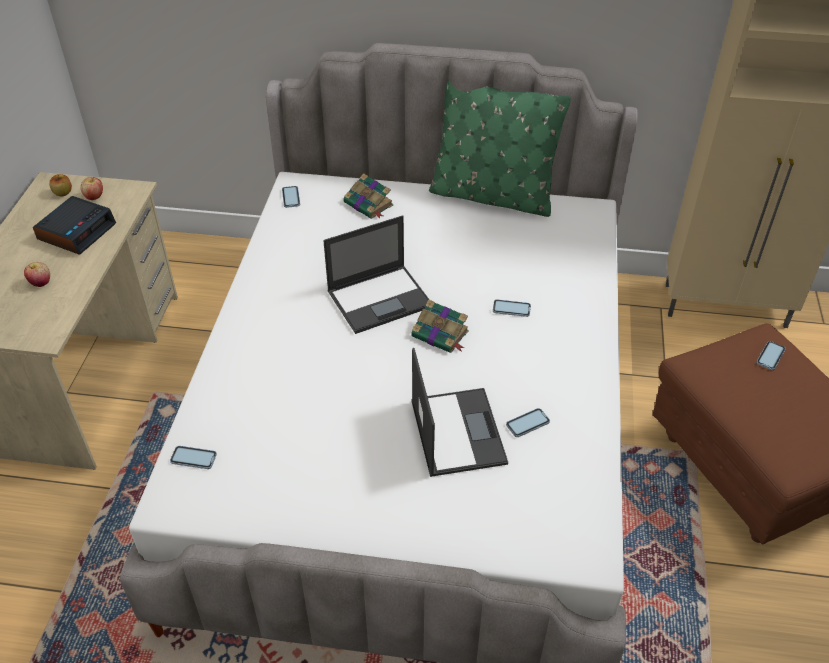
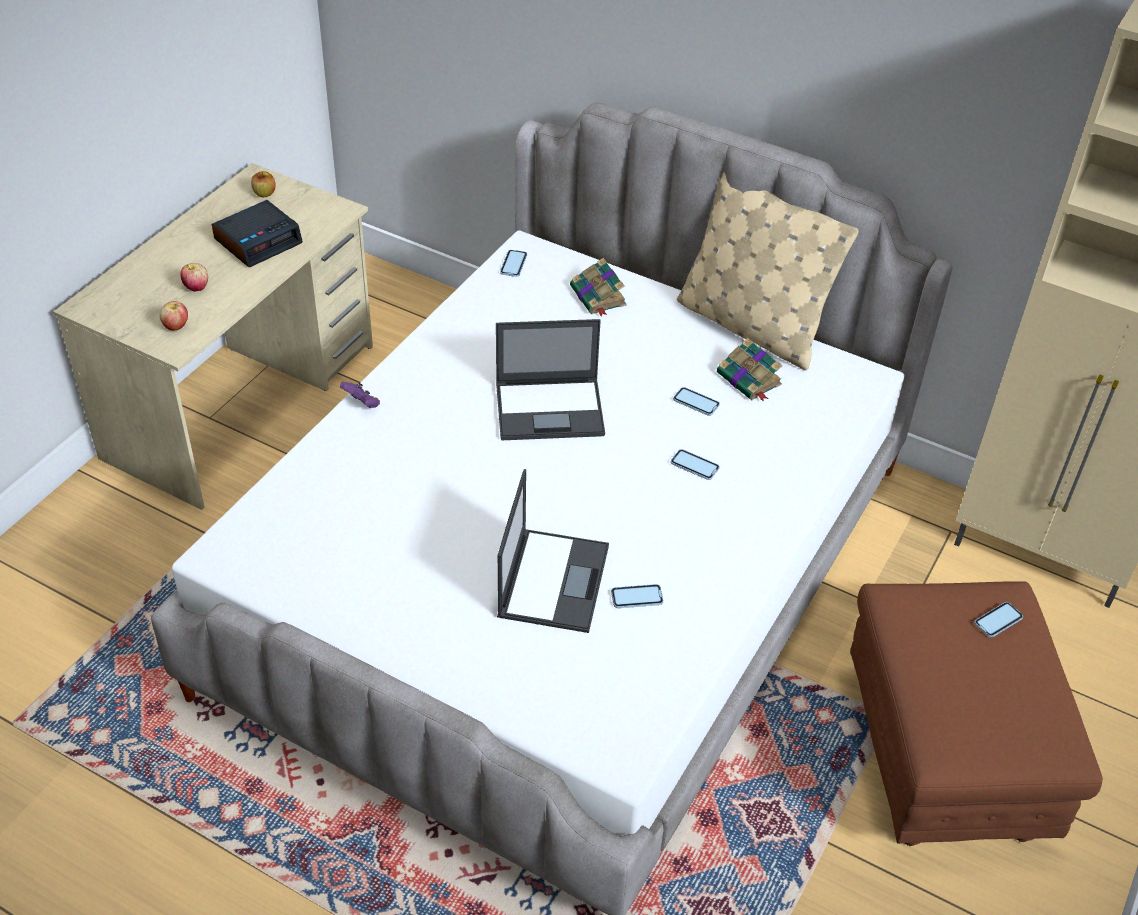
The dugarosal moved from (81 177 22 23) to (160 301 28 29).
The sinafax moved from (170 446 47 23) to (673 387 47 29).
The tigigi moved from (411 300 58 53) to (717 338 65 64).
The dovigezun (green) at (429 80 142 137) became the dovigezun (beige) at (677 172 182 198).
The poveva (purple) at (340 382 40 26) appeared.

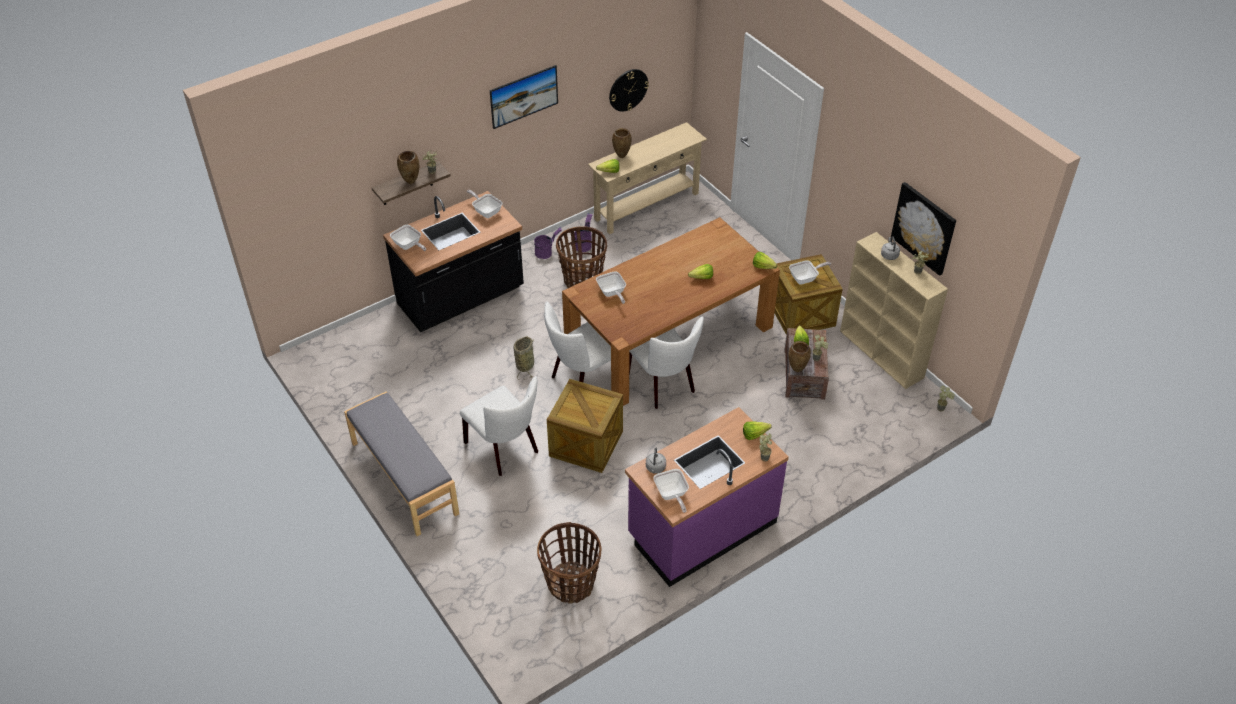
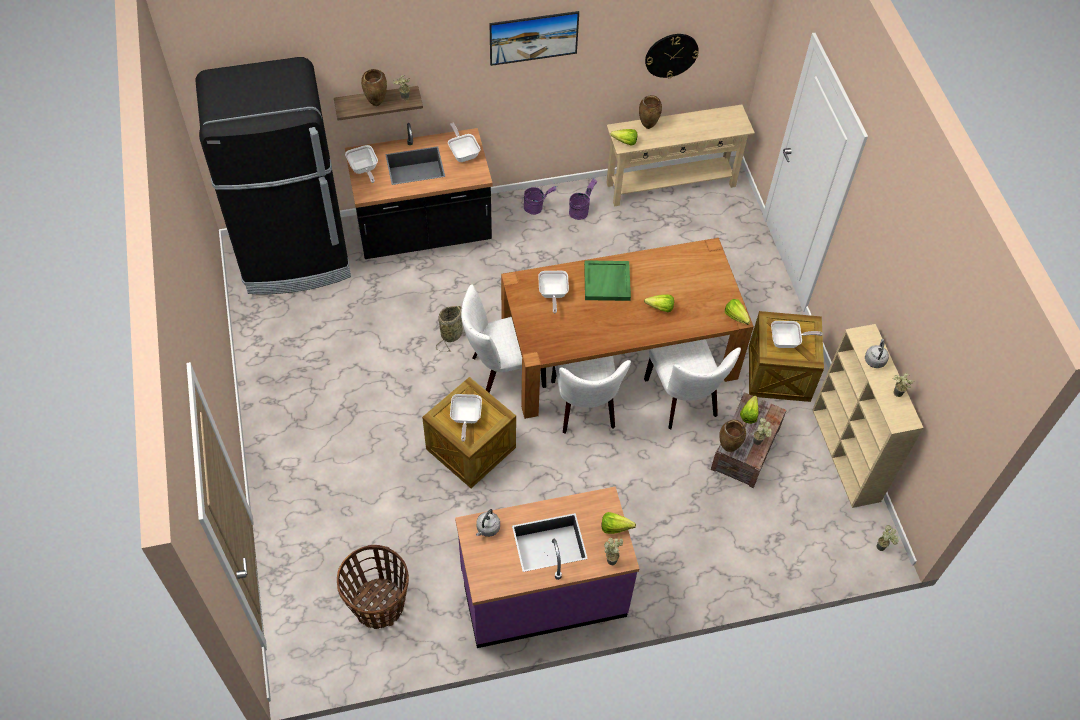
The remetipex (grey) at (344 391 115 145) disappeared.
The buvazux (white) moved from (460 376 78 100) to (644 339 97 90).
The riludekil at (556 226 51 62) disappeared.
The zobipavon moved from (653 469 36 44) to (450 394 32 48).
The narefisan at (891 182 65 94) disappeared.
The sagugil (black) at (195 57 156 238) appeared.
The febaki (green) at (584 260 47 41) appeared.

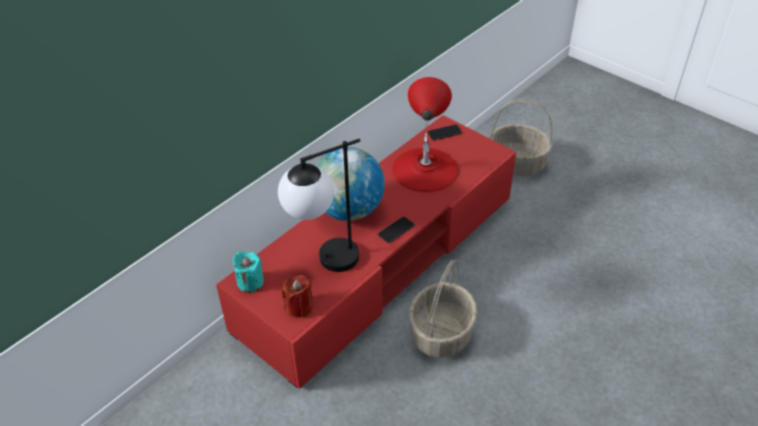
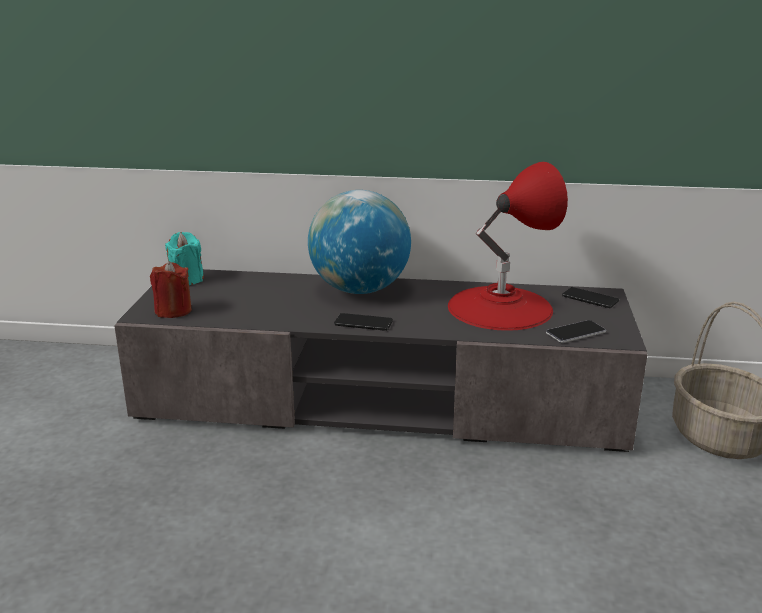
The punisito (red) at (216 115 300 274) became the punisito (grey) at (114 269 533 183).
The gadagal at (278 139 82 133) disappeared.
The riludekil at (409 260 69 98) disappeared.
The sinafax at (546 320 60 23) appeared.

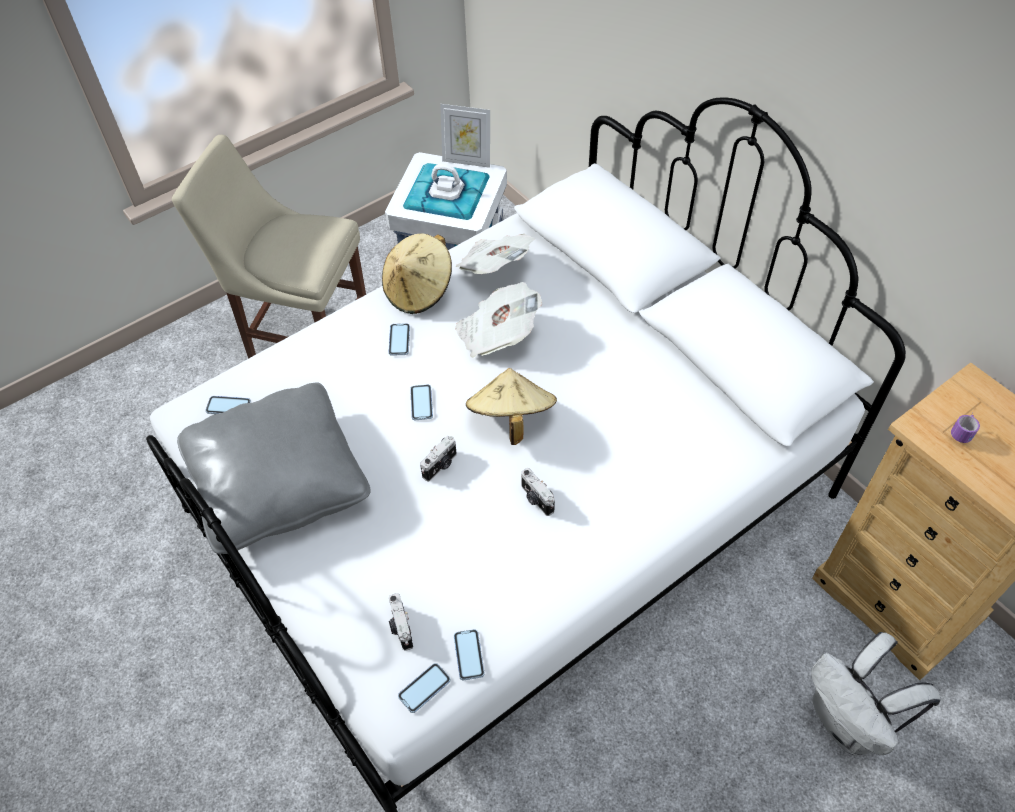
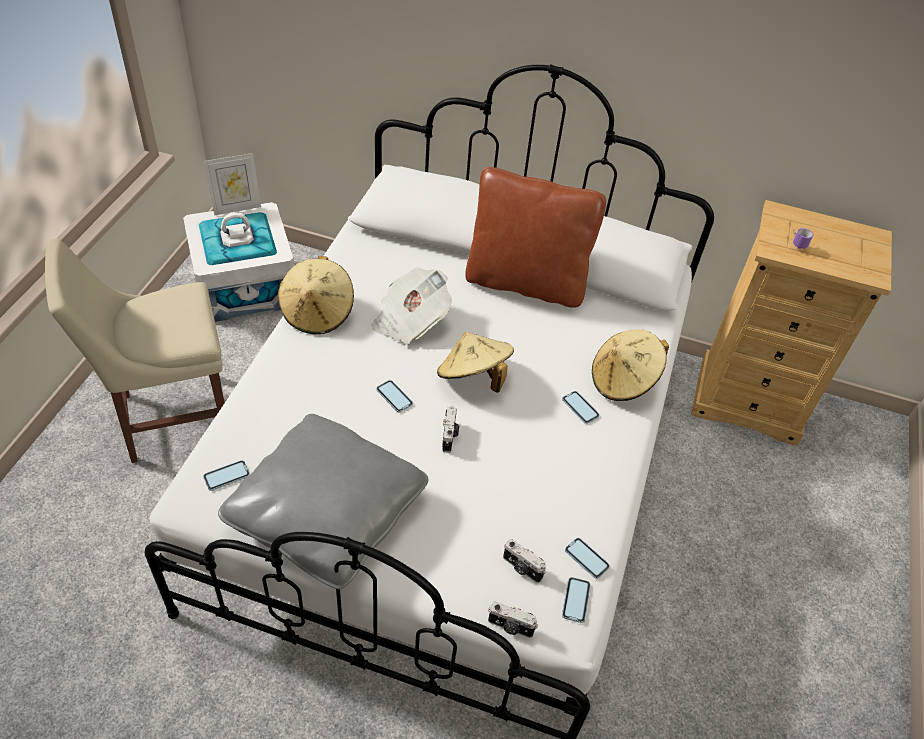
The sinafax moved from (389 323 21 33) to (562 391 37 33).
The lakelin at (455 234 80 40) disappeared.
The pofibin moved from (521 468 34 48) to (488 602 50 36).
The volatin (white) at (811 632 130 124) disappeared.
The dovigezun (brown) at (465 167 141 141) appeared.
The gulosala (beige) at (592 329 77 72) appeared.

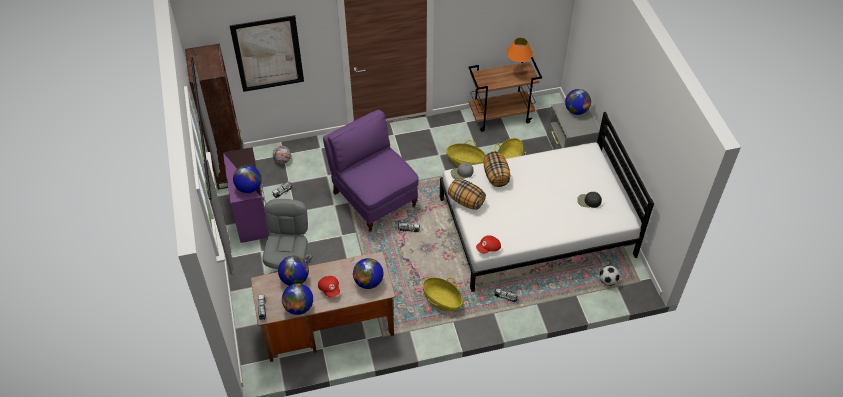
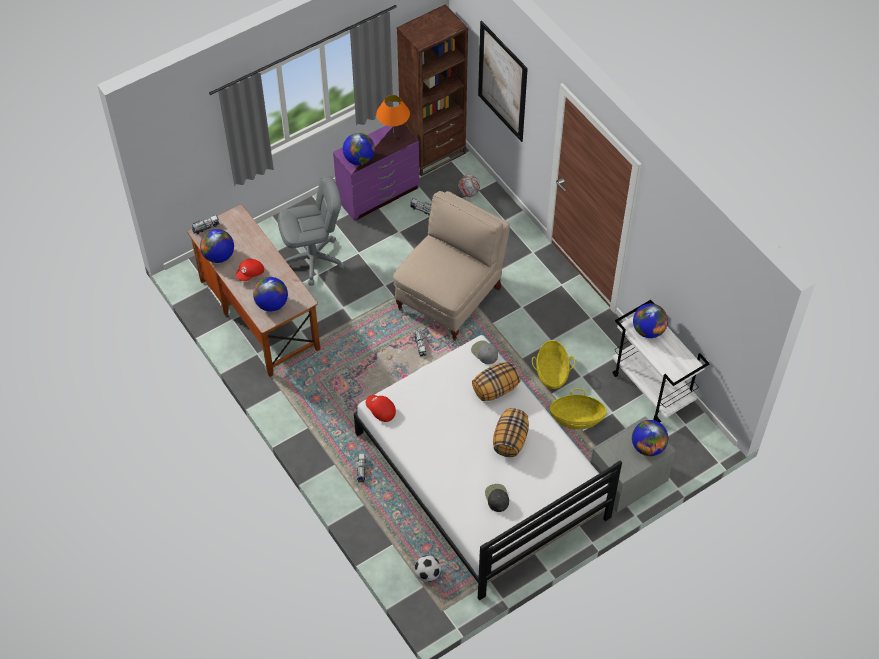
The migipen moved from (278 256 31 30) to (633 303 35 35).
The buvazux (purple) at (323 110 96 122) became the buvazux (beige) at (393 191 117 150).
The riludekil at (423 277 40 35) disappeared.
The dovigezun moved from (448 179 38 31) to (493 408 36 49).
The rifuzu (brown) at (468 57 74 75) became the rifuzu (white) at (612 300 98 123).
The gadagal (orange) moved from (506 38 27 36) to (376 95 34 35).

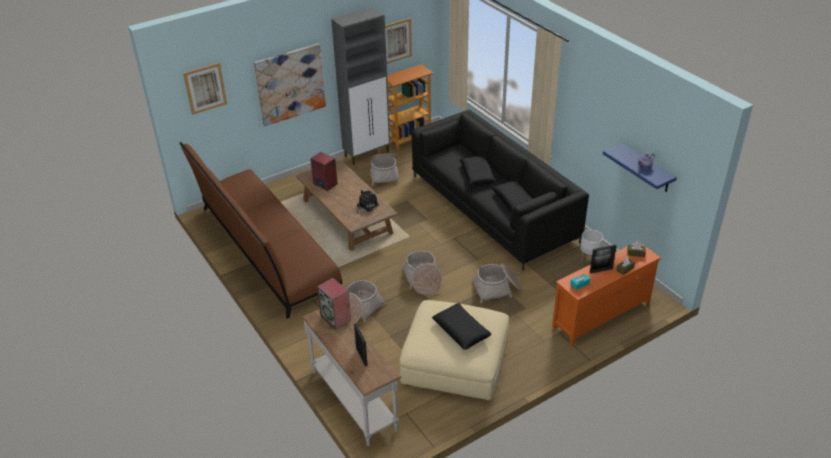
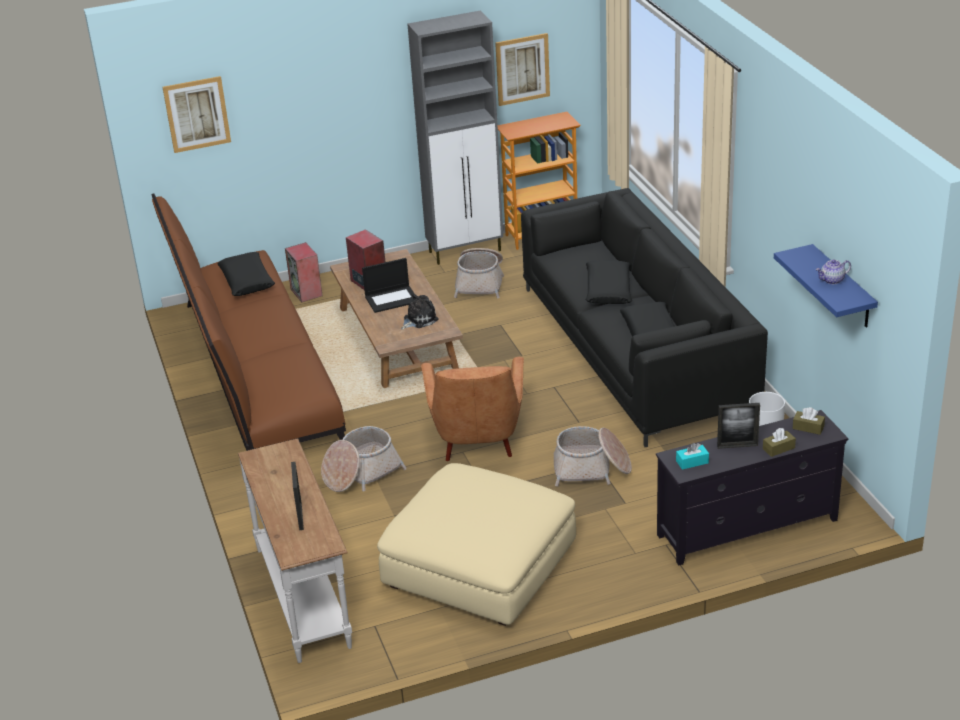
The narefisan at (254 43 72 83) disappeared.
The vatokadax moved from (317 278 34 52) to (285 242 38 60).
The riludekil at (402 251 40 44) was replaced by the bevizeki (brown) at (421 357 103 104).
The dovigezun (black) moved from (432 303 59 47) to (217 252 58 44).
The punisito (orange) at (552 241 109 104) became the punisito (black) at (655 410 194 155).
The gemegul at (362 258 53 55) appeared.

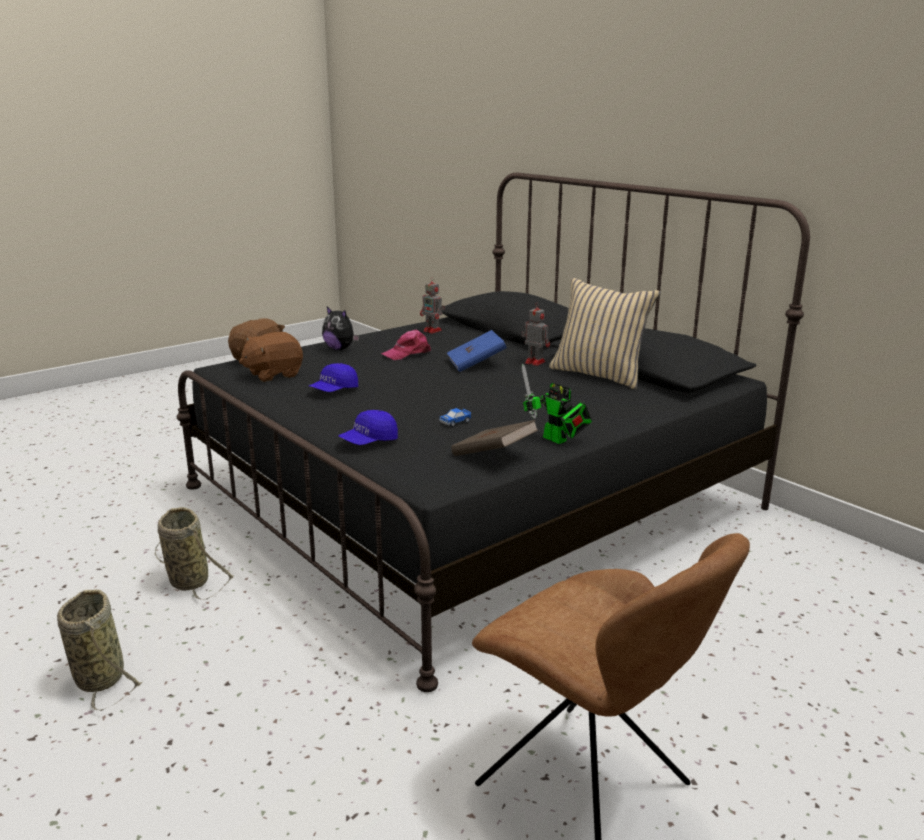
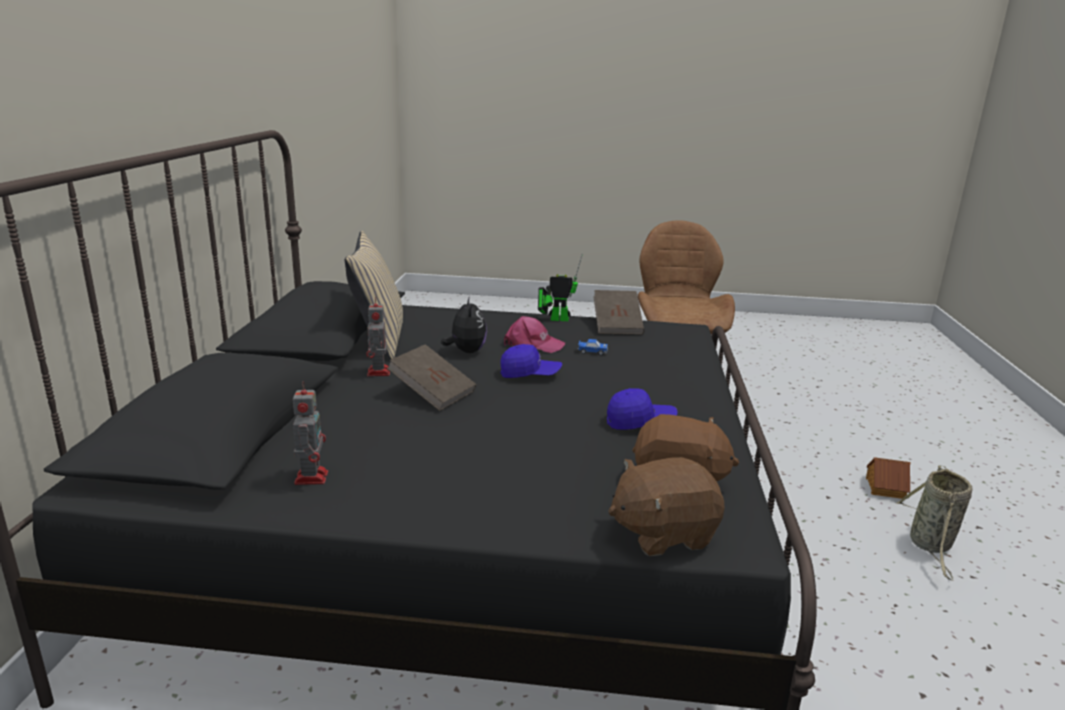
The riludekil at (155 507 78 93) disappeared.
The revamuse moved from (322 307 38 43) to (441 296 46 57).
The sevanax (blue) moved from (338 410 60 35) to (500 344 62 34).
The sevanax (pink) moved from (381 330 50 30) to (504 316 61 37).
The tigigi (blue) at (447 330 60 42) became the tigigi (brown) at (387 344 89 67).
The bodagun at (521 364 71 80) turned 90 degrees counterclockwise.
The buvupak at (866 457 45 42) appeared.

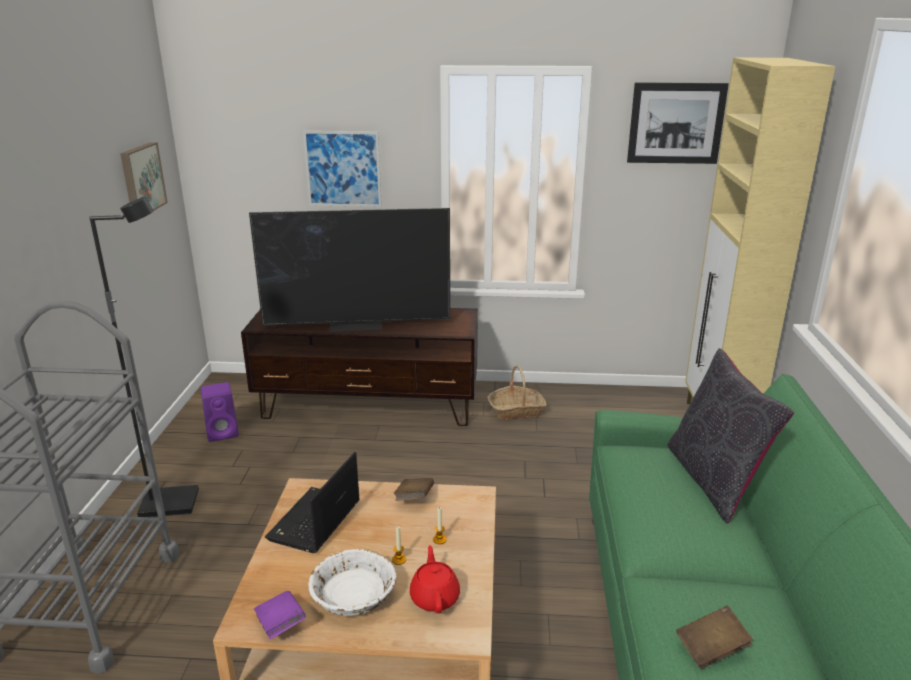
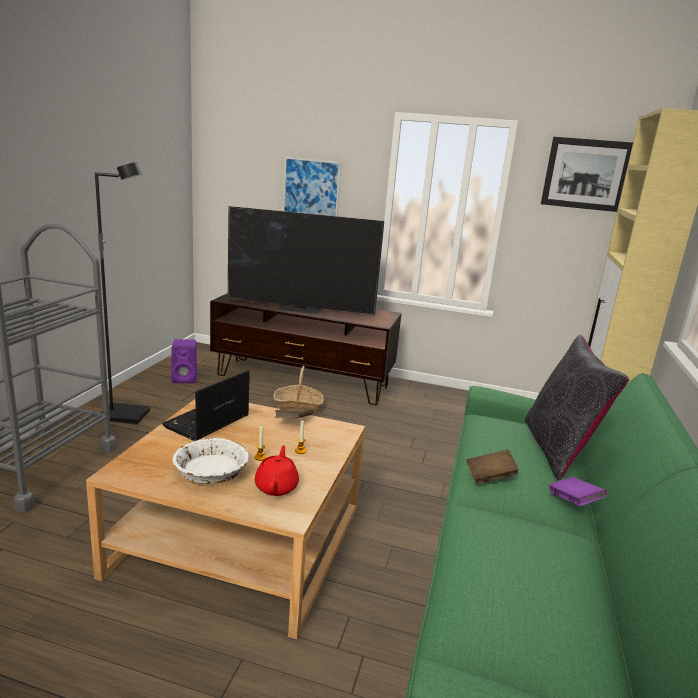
The narefisan at (120 142 47 68) disappeared.
The tigigi (purple) moved from (254 591 52 48) to (548 477 59 29).
The riludekil moved from (487 365 60 55) to (273 366 51 47).
The tigigi (brown) moved from (676 606 77 63) to (467 450 52 34).

